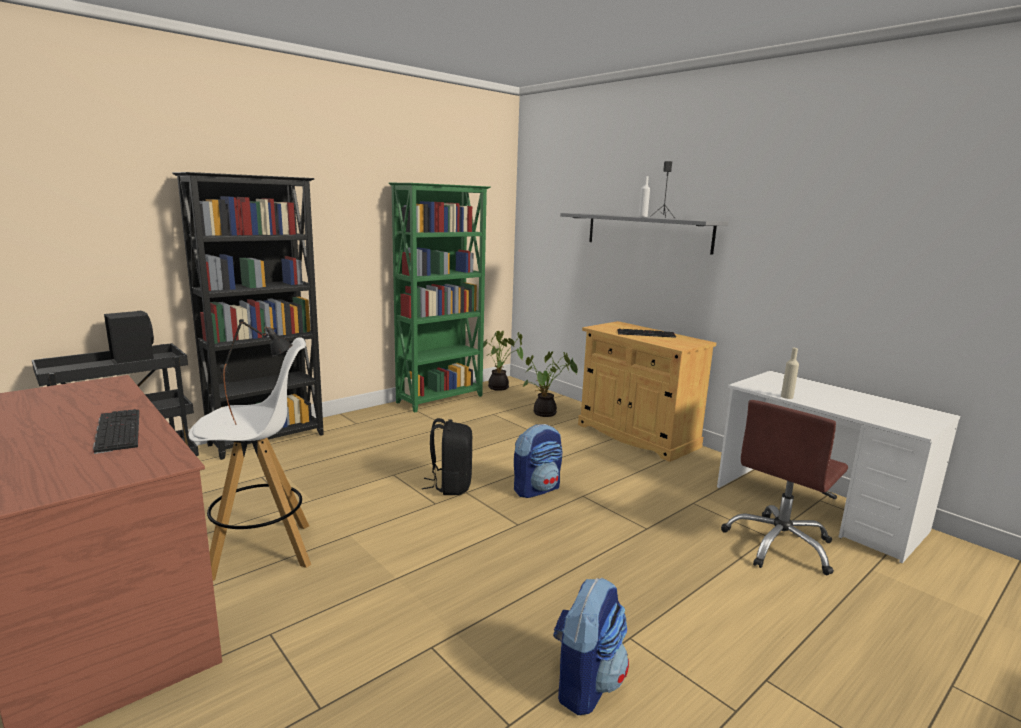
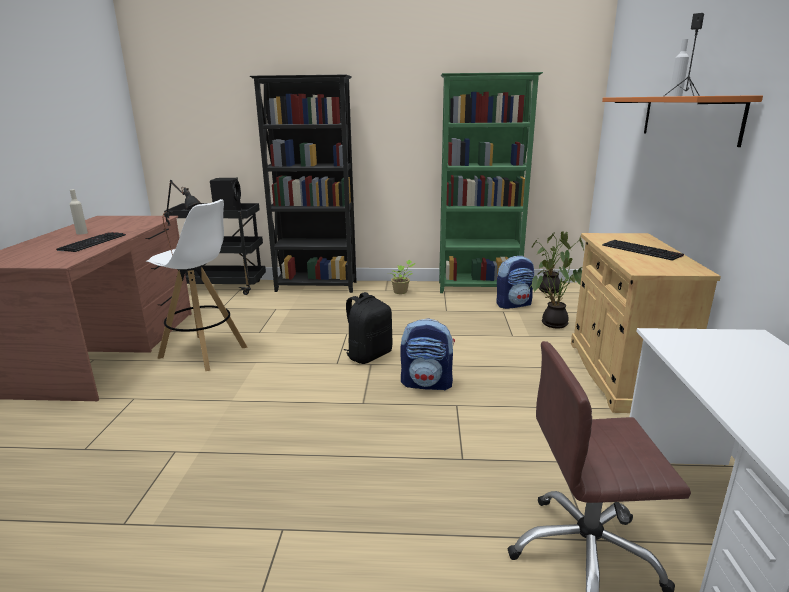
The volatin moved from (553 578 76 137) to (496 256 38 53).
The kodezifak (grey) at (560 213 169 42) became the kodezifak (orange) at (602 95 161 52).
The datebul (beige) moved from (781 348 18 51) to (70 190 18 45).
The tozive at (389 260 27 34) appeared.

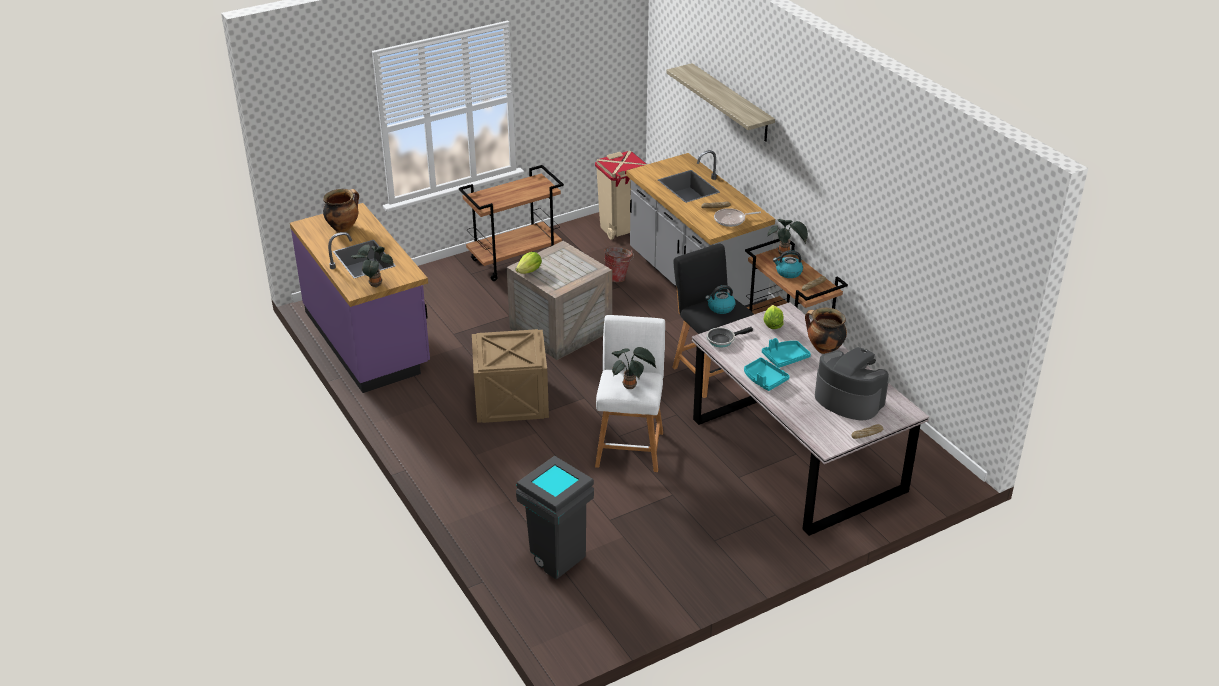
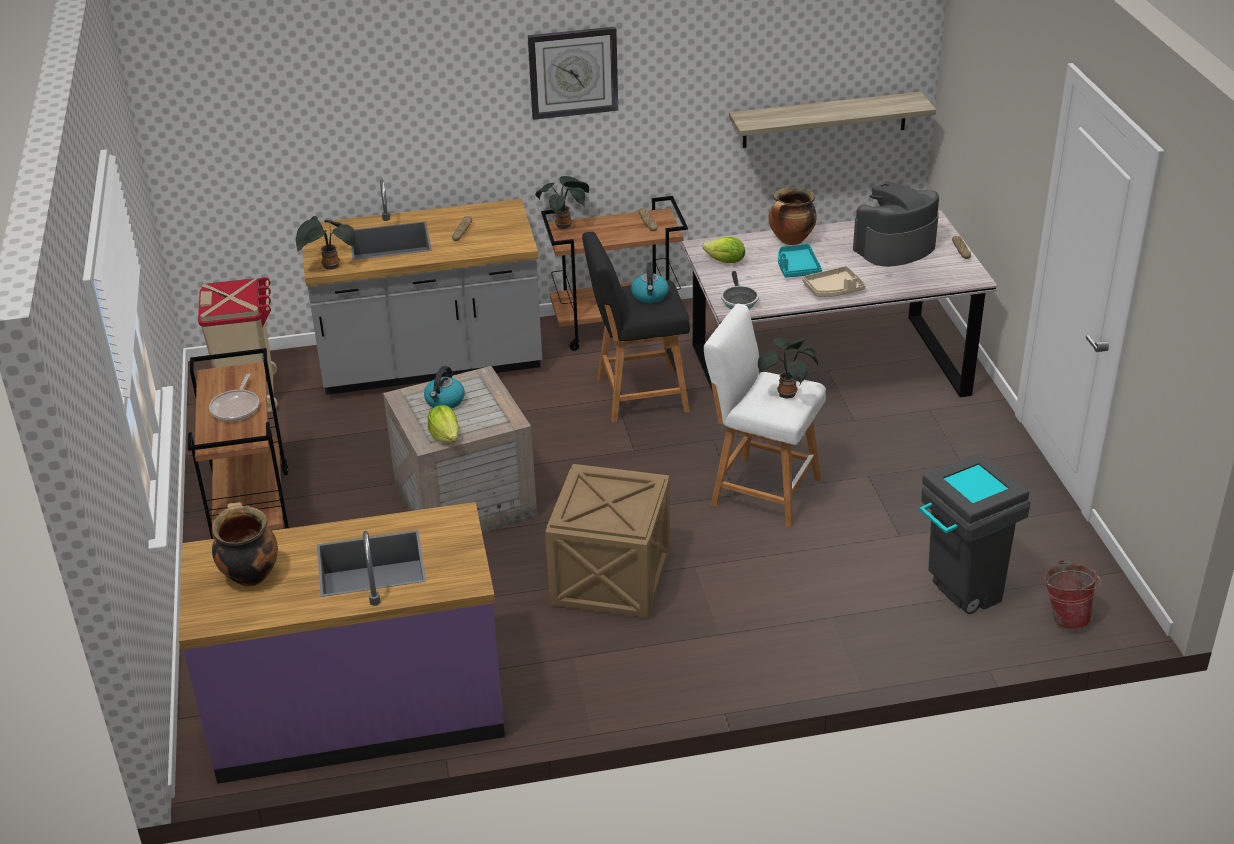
The tozive moved from (351 245 42 43) to (296 216 60 54).
The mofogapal moved from (604 247 30 35) to (1043 560 58 70).
The kodezifak moved from (666 63 109 79) to (729 92 207 56).
The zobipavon moved from (714 208 47 19) to (209 373 50 48).
The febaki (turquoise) at (744 357 46 34) became the febaki (beige) at (803 266 62 31).
The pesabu moved from (773 250 30 28) to (424 366 41 43).
The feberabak at (528 27 90 93) appeared.

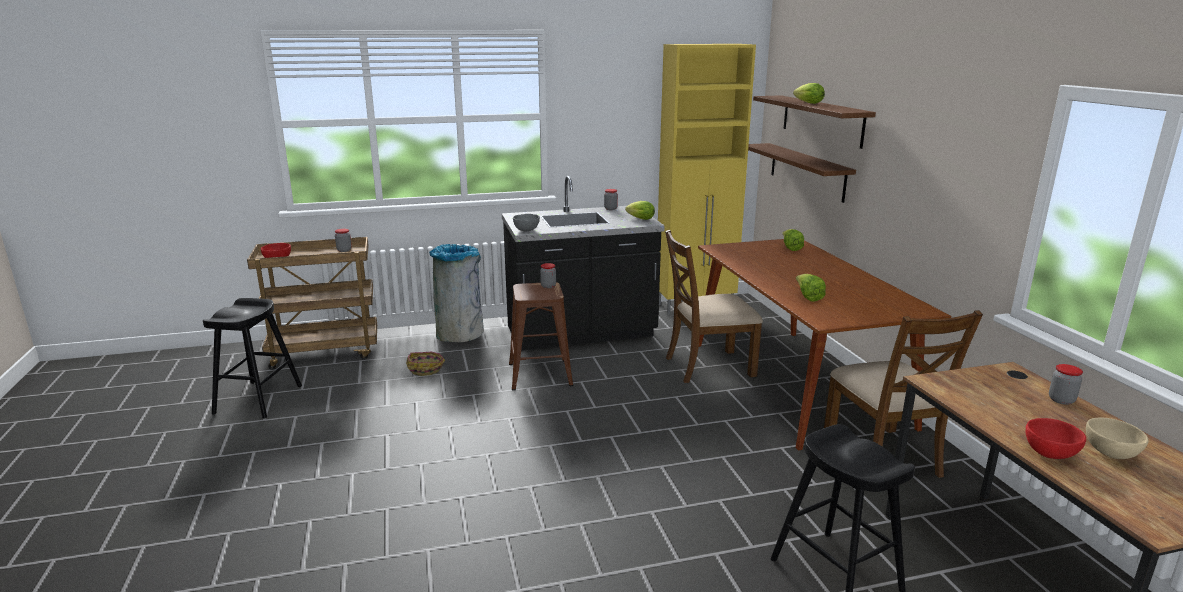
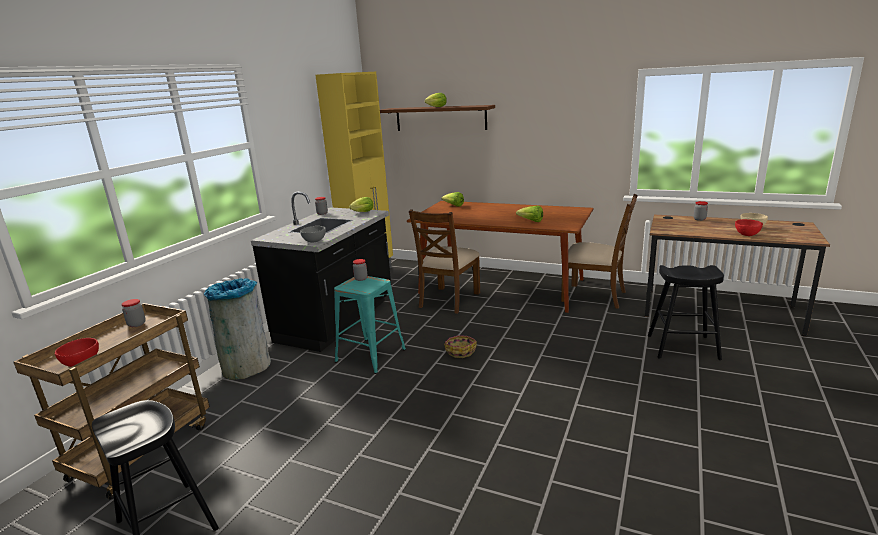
The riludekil moved from (406 352 39 24) to (444 335 33 23).
The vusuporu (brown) at (509 282 64 109) became the vusuporu (turquoise) at (334 276 72 98).
The kodezifak (brown) at (748 143 108 60) disappeared.

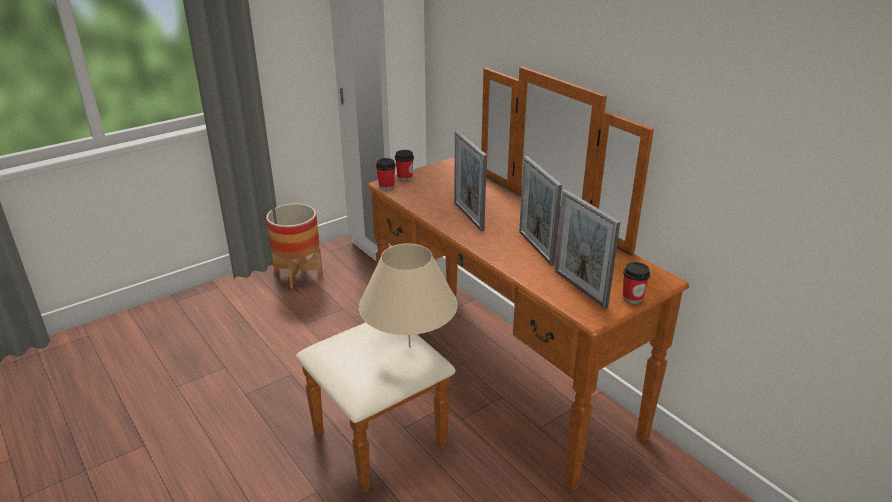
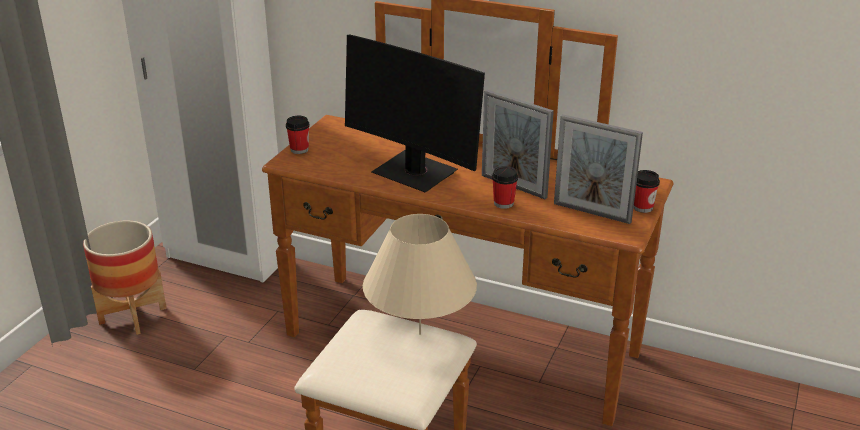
The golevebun moved from (376 158 20 32) to (492 166 26 43).
The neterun at (454 131 33 100) was replaced by the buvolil at (345 34 140 159).

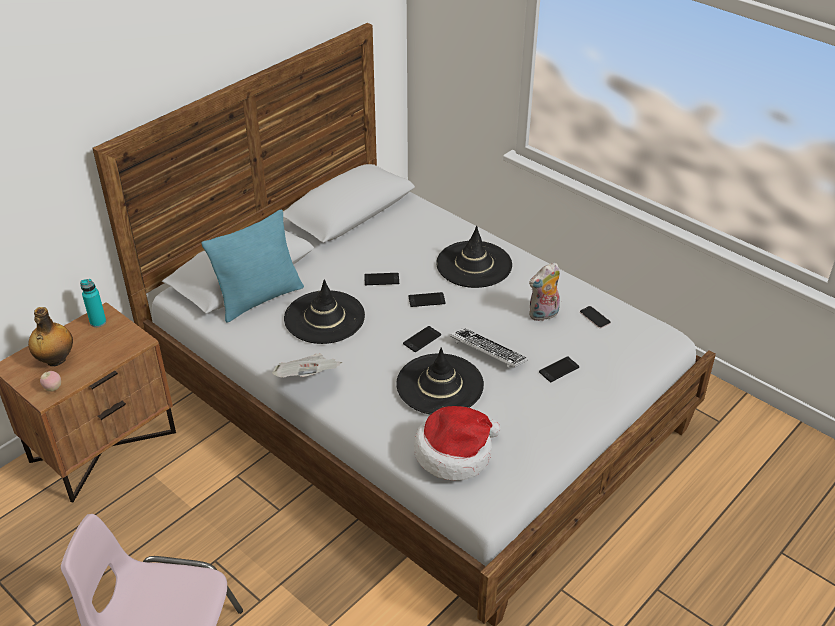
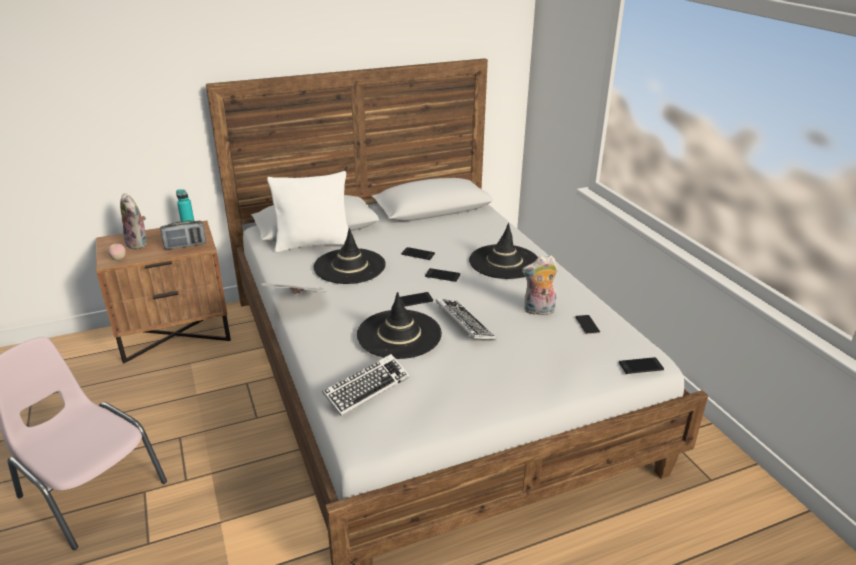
The datebul at (28 307 45 59) was replaced by the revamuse at (120 193 27 57).
The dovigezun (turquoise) at (202 209 102 114) became the dovigezun (white) at (267 171 81 81).
The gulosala at (414 406 87 75) was replaced by the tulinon at (322 354 88 62).
The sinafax moved from (539 356 40 26) to (619 357 45 17).
The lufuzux at (160 221 46 29) appeared.

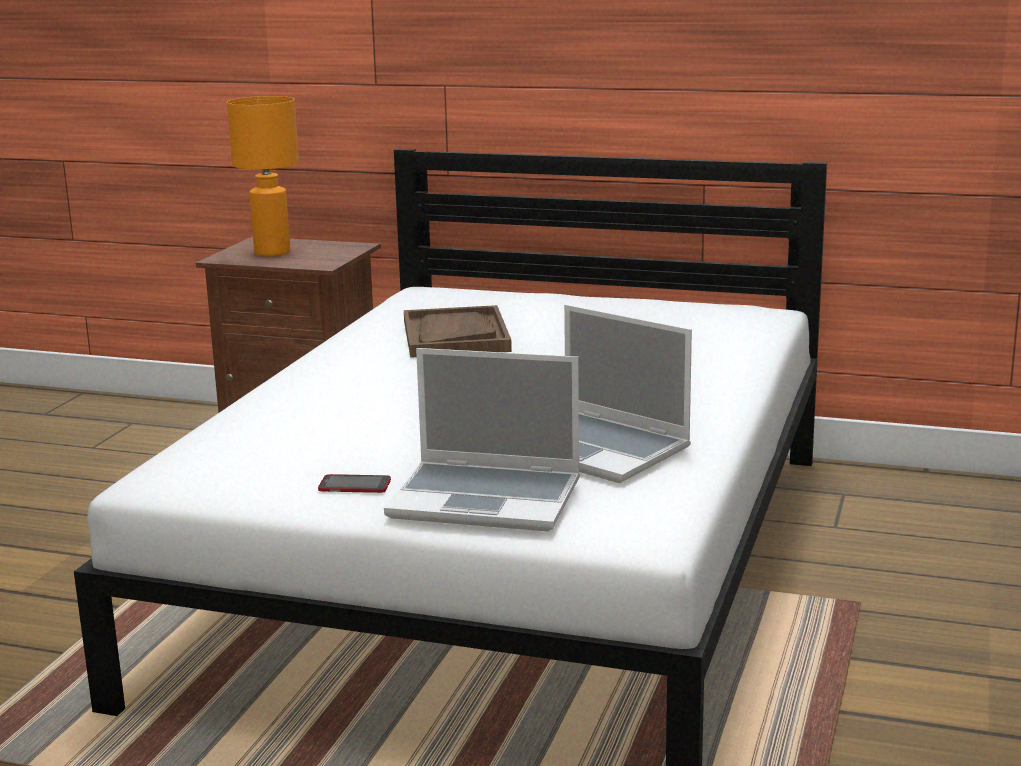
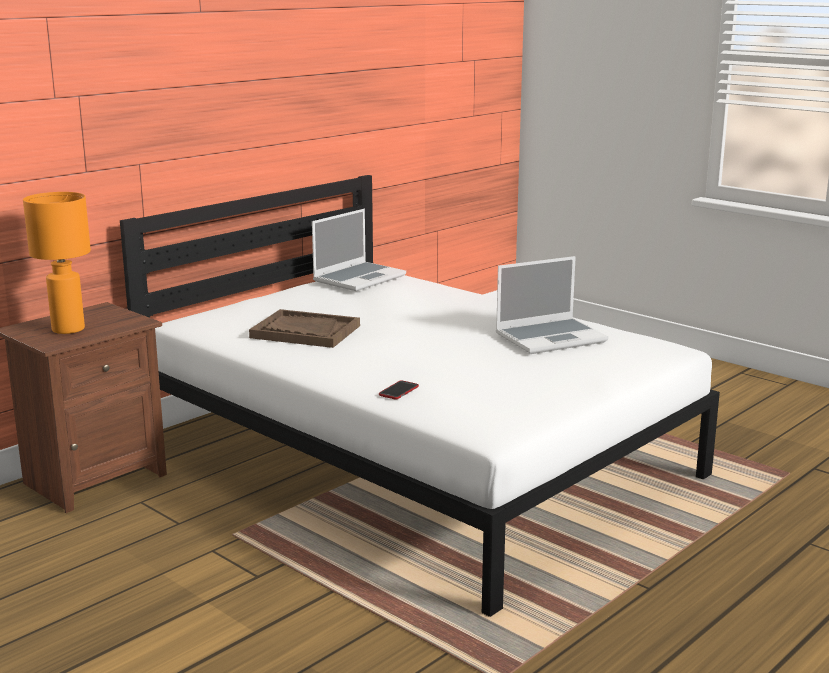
The sinafax moved from (318 474 73 19) to (379 380 40 20).
The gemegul moved from (384 348 196 184) to (312 209 94 82).

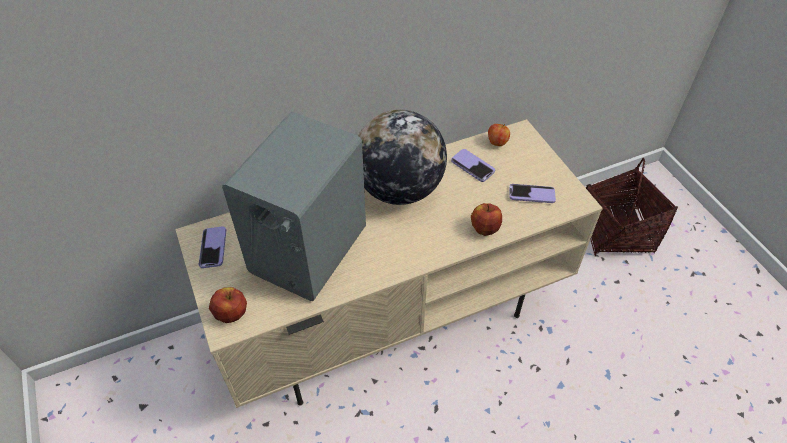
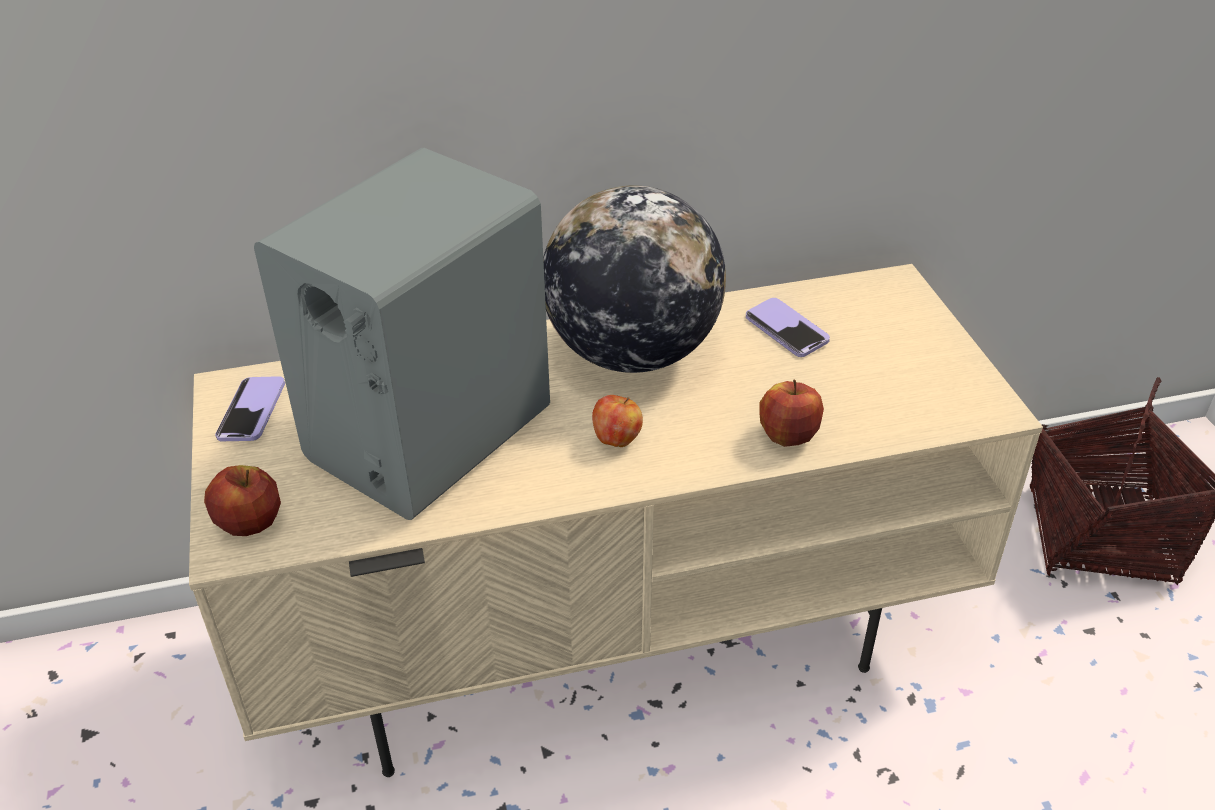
The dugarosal moved from (488 124 22 22) to (592 395 51 52).
The sinafax at (509 184 47 19) disappeared.

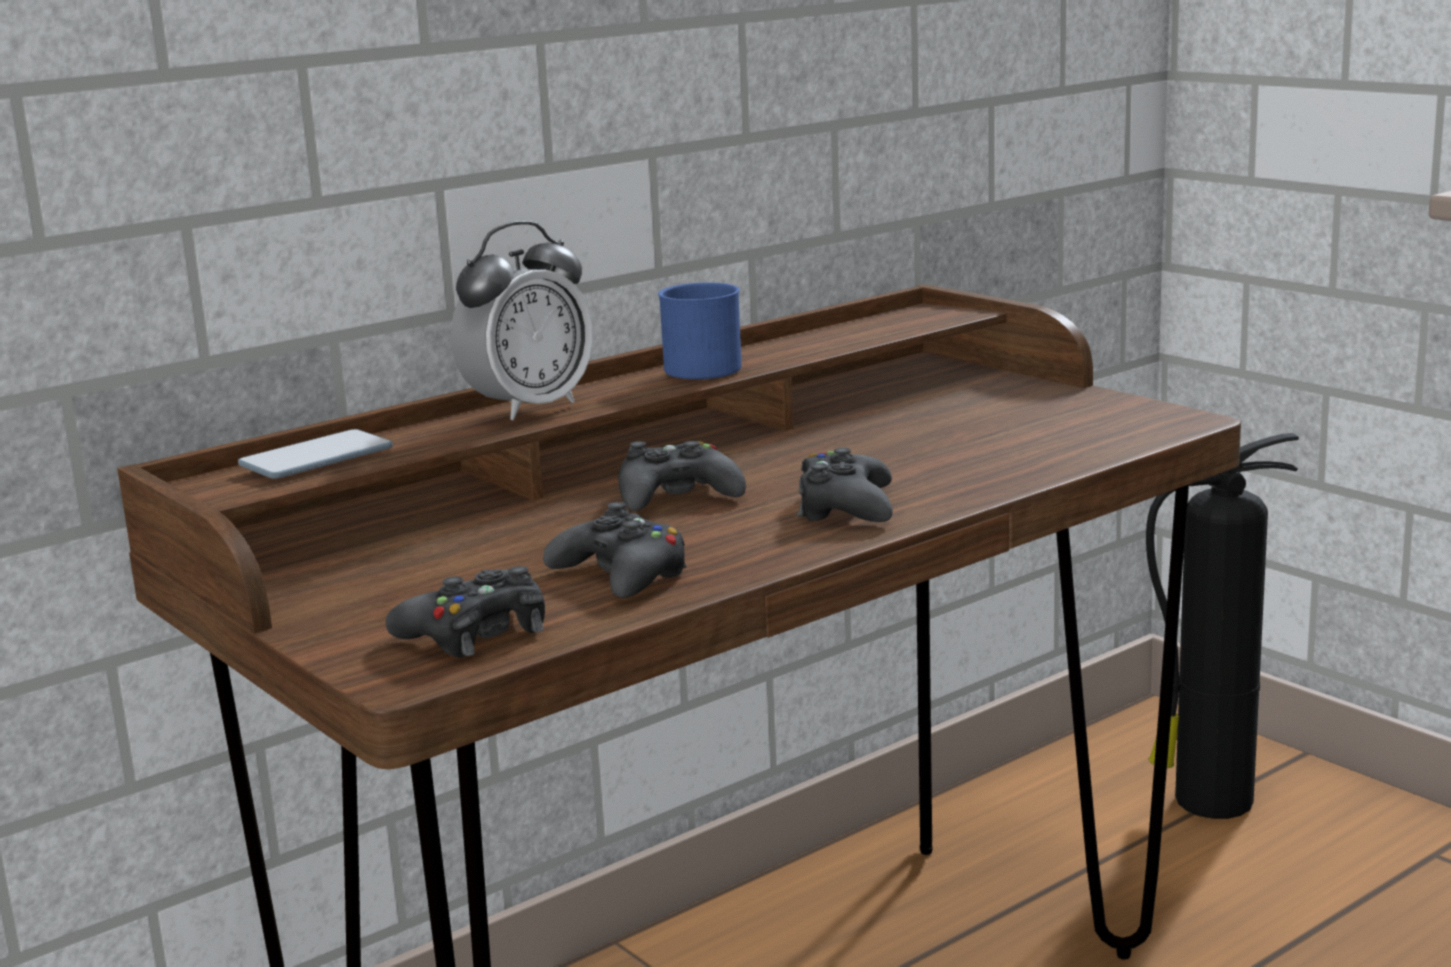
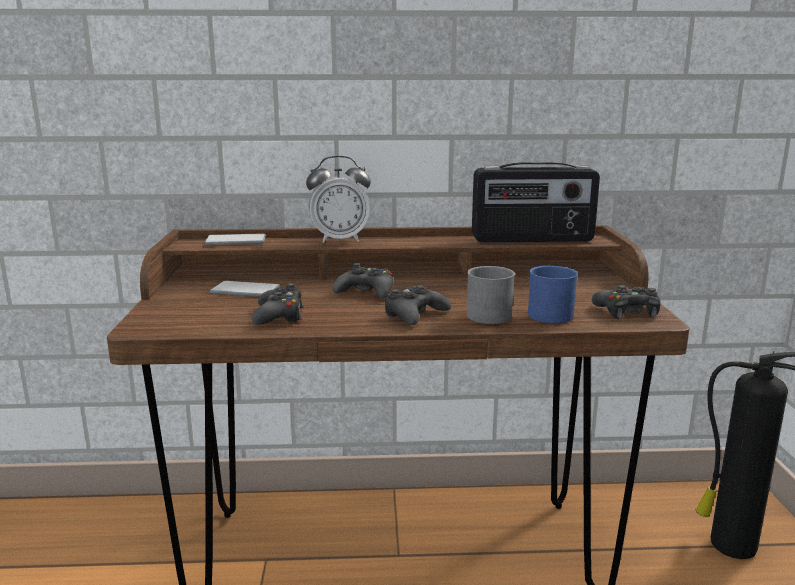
The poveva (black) moved from (386 566 159 92) to (592 285 69 33).
The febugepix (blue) moved from (658 283 84 96) to (528 266 50 58).
The sinafax at (210 281 70 15) appeared.
The febugepix (grey) at (467 266 48 58) appeared.
The lufuzux at (472 162 128 81) appeared.

